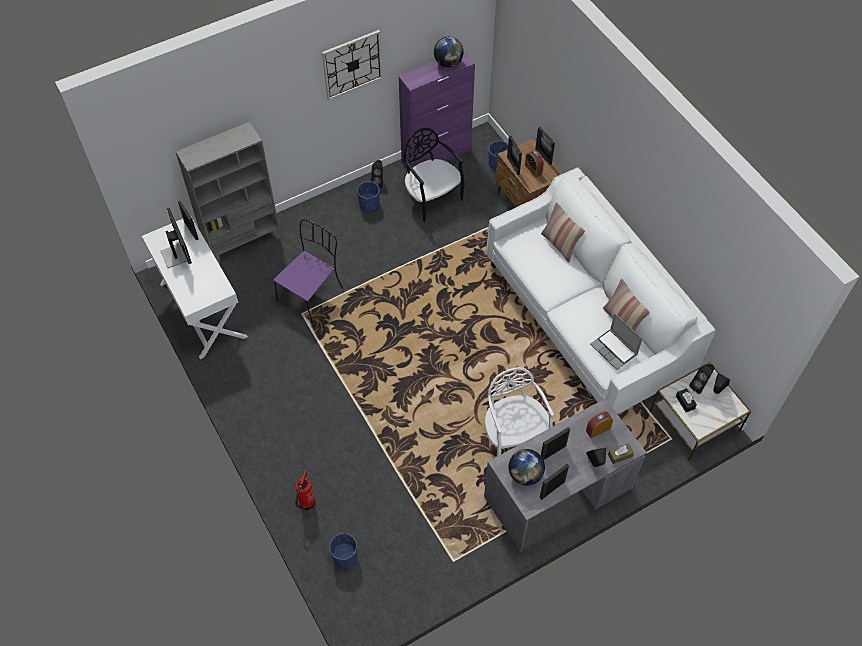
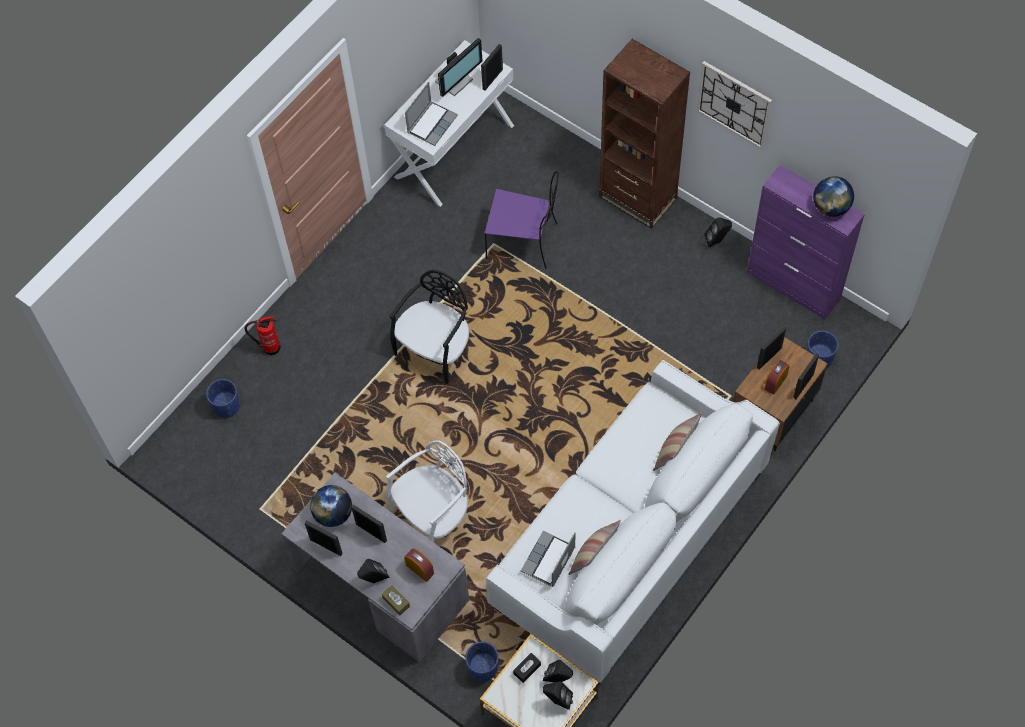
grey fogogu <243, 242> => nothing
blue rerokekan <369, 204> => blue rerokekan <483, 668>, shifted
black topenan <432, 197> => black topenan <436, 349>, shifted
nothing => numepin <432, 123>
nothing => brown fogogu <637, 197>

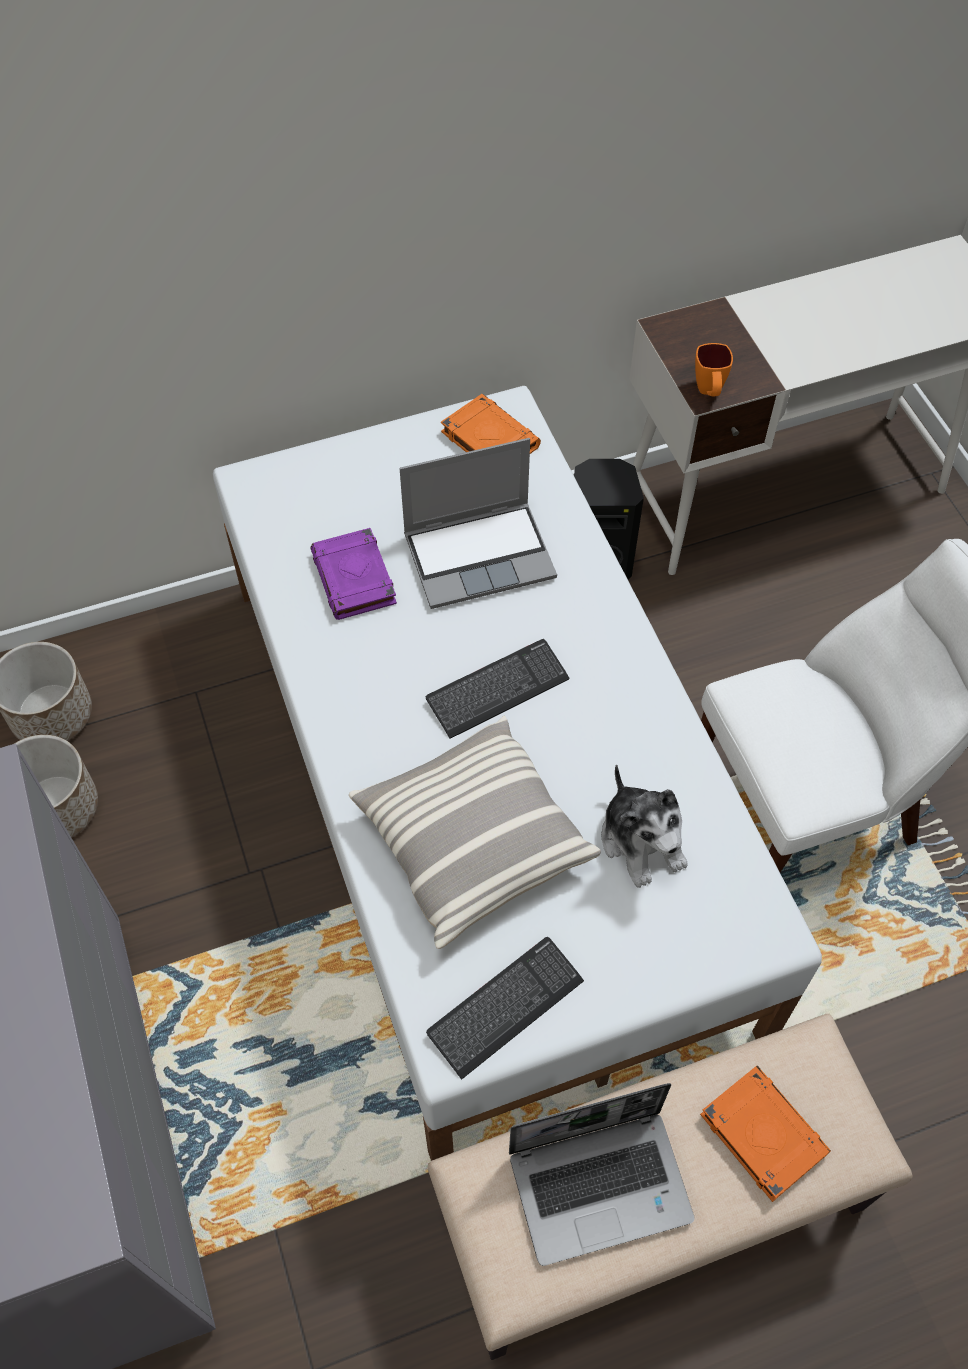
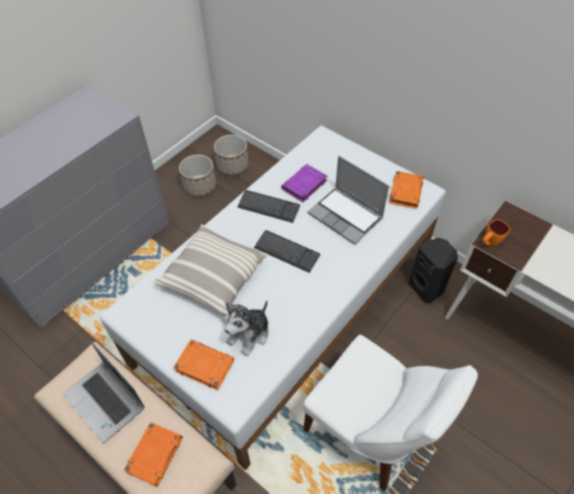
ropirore <505, 1007> => ropirore <268, 207>, shifted
nothing => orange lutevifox <204, 366>

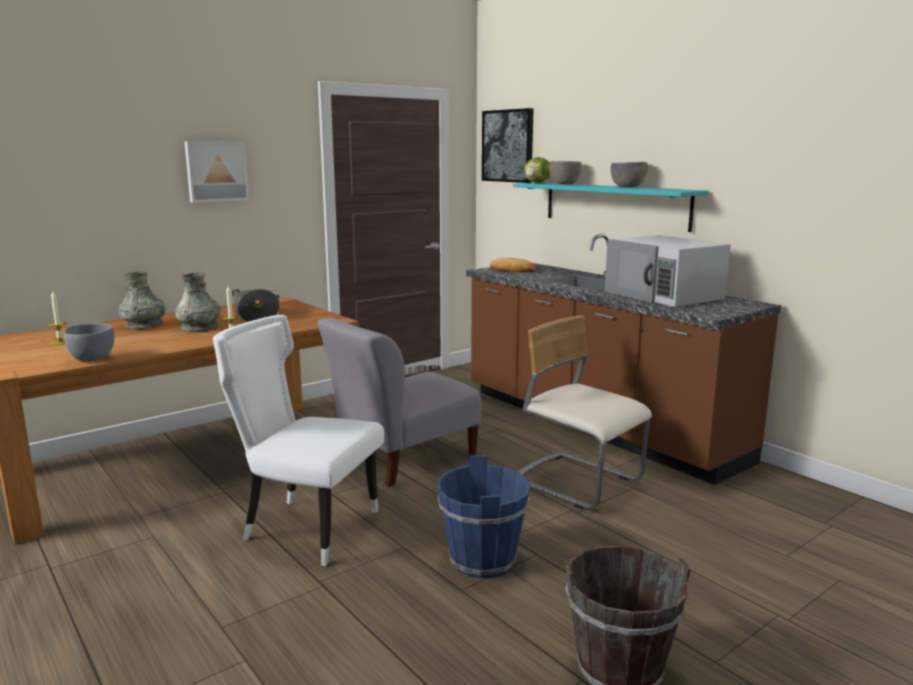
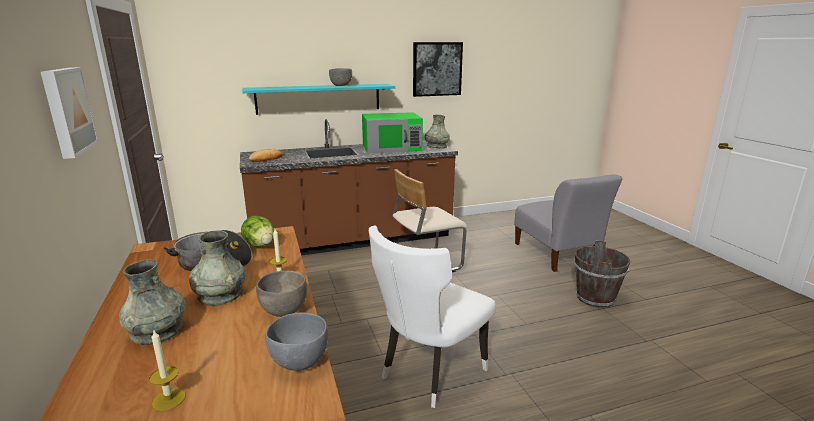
grey topenan <402, 458> => grey topenan <557, 255>, shifted
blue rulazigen <482, 560> => nothing
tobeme <508, 146> => tobeme <437, 69>, shifted
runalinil <536, 183> => runalinil <260, 245>, shifted
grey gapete <564, 184> => grey gapete <284, 311>, shifted
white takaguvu <664, 295> => green takaguvu <392, 147>
nothing => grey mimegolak <436, 146>

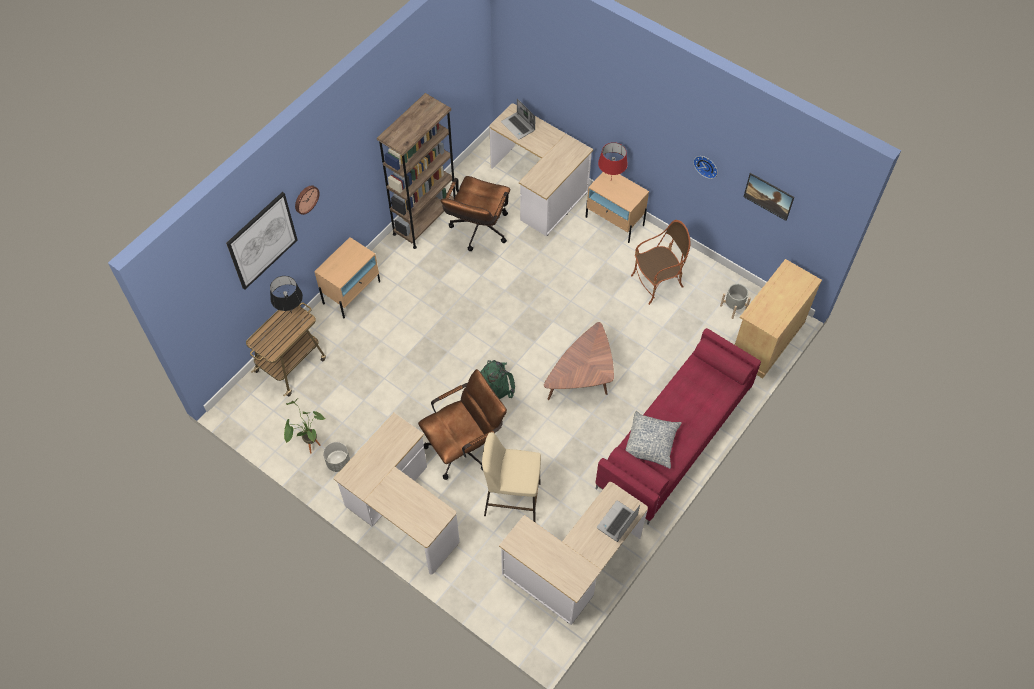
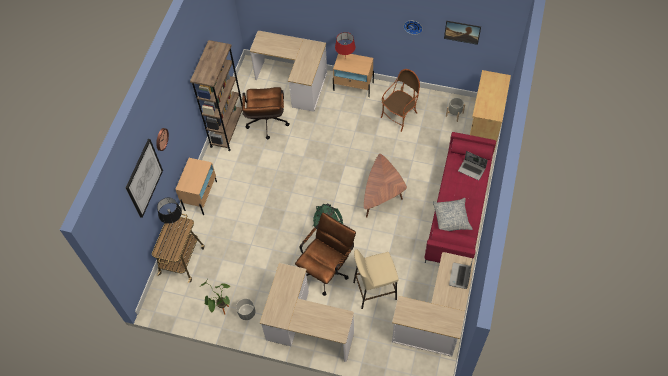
numepin <518, 126> => numepin <472, 170>, shifted

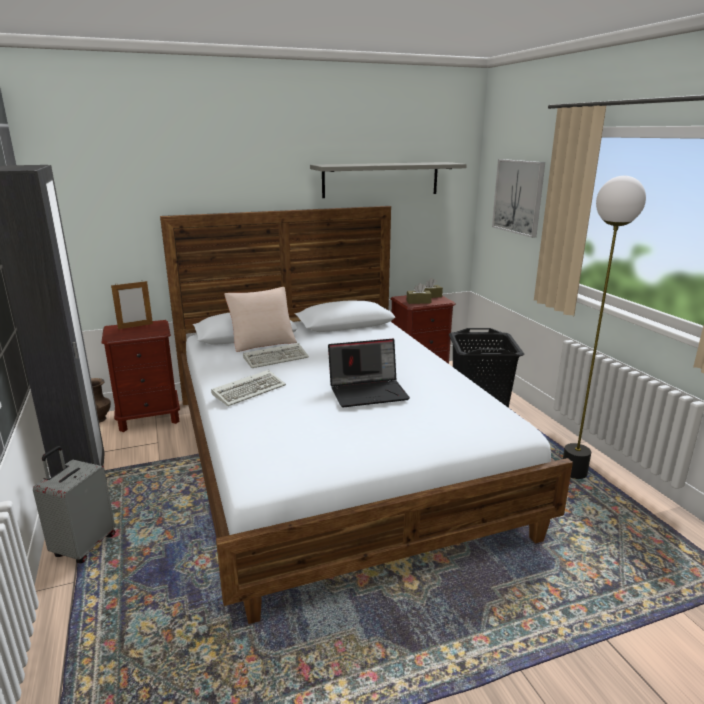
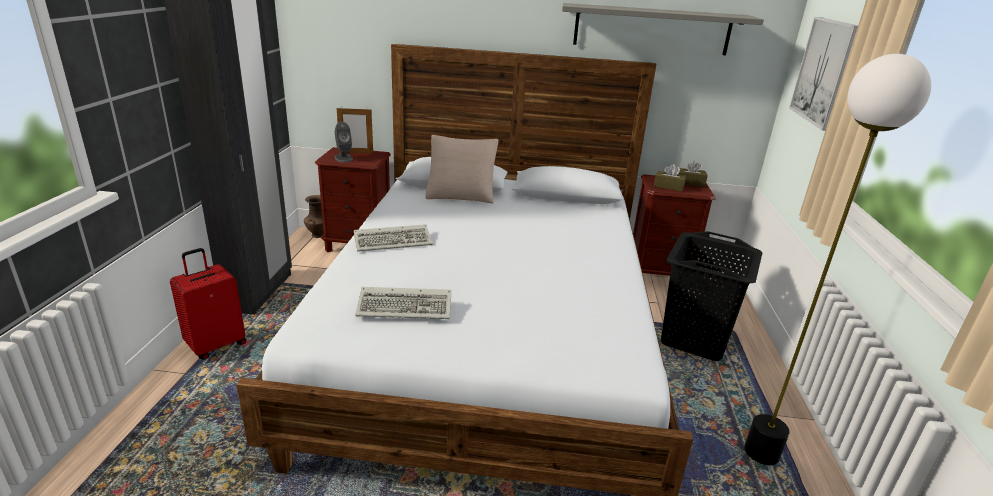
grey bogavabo <83, 546> => red bogavabo <216, 345>
ropirore <277, 358> => ropirore <407, 307>, shifted
numepin <369, 392> => nothing
nothing => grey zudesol <343, 158>

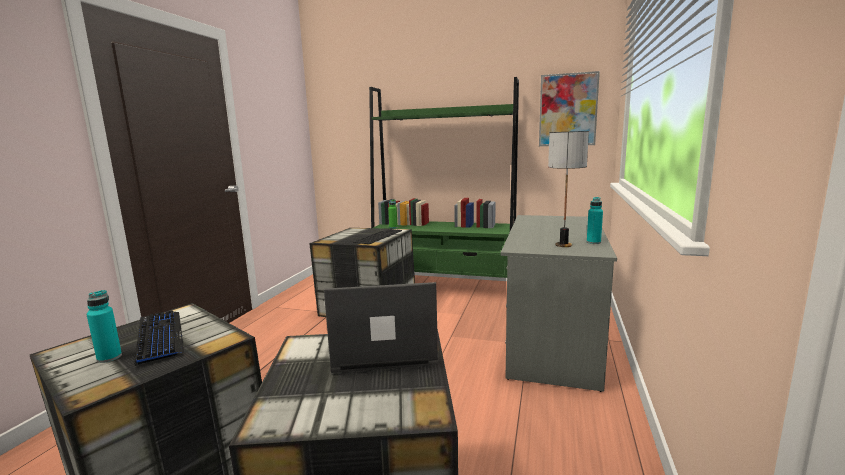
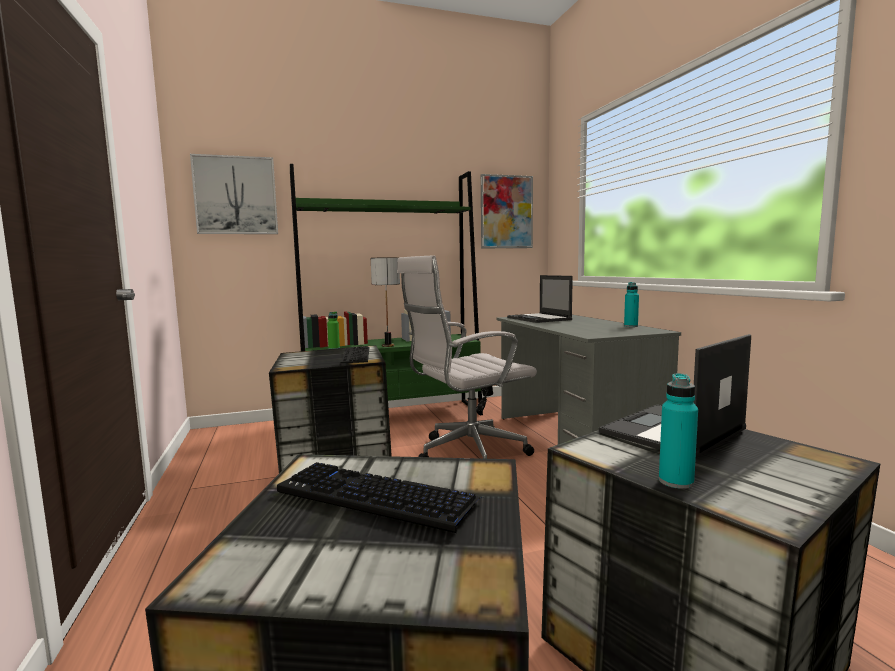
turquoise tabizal <109, 357> => turquoise tabizal <676, 482>, shifted
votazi <563, 245> => votazi <387, 346>, shifted
nothing => tobeme <236, 195>
nothing => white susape <466, 454>
nothing => numepin <539, 319>

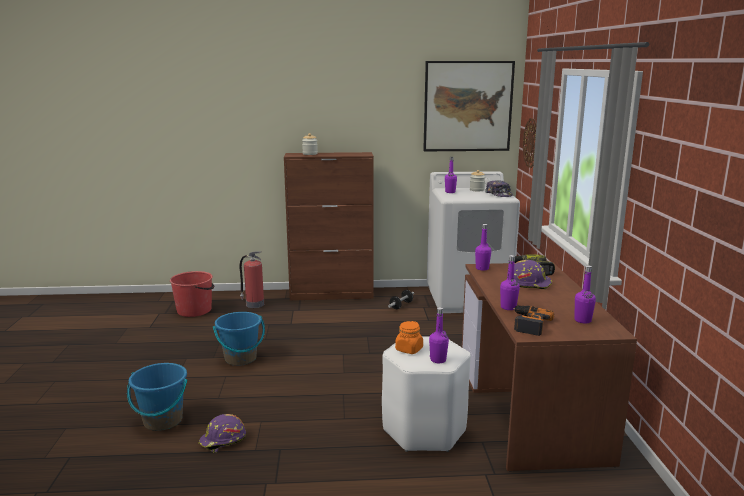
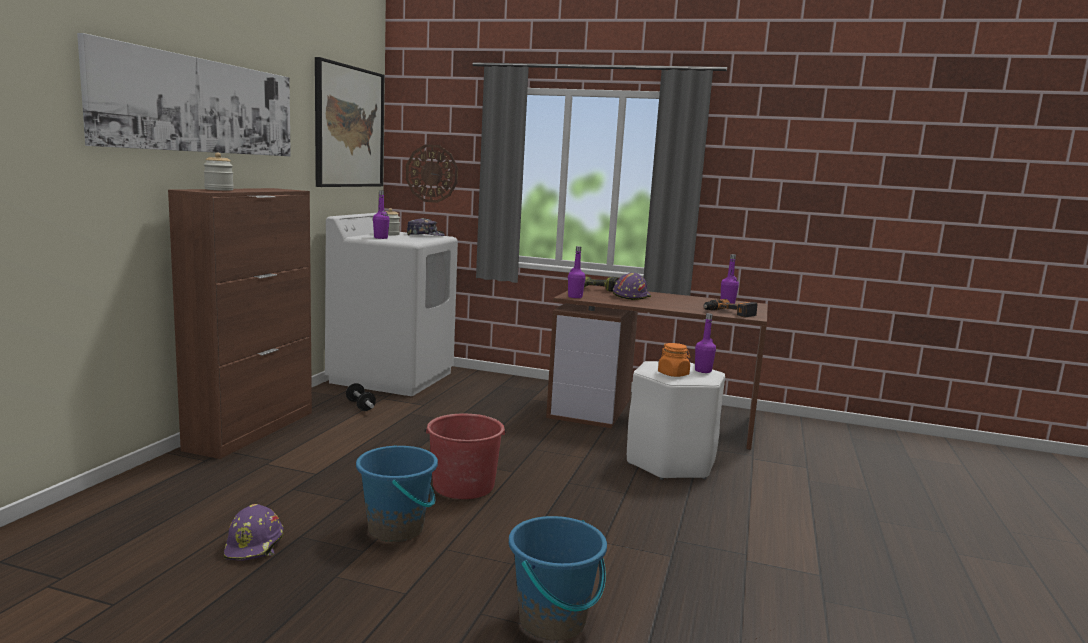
red rulazigen <195, 310> => red rulazigen <463, 486>, shifted
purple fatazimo <223, 441> => purple fatazimo <255, 545>, shifted
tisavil <254, 304> => nothing
purple tabizal <508, 307> => nothing
nothing => tobeme <200, 106>

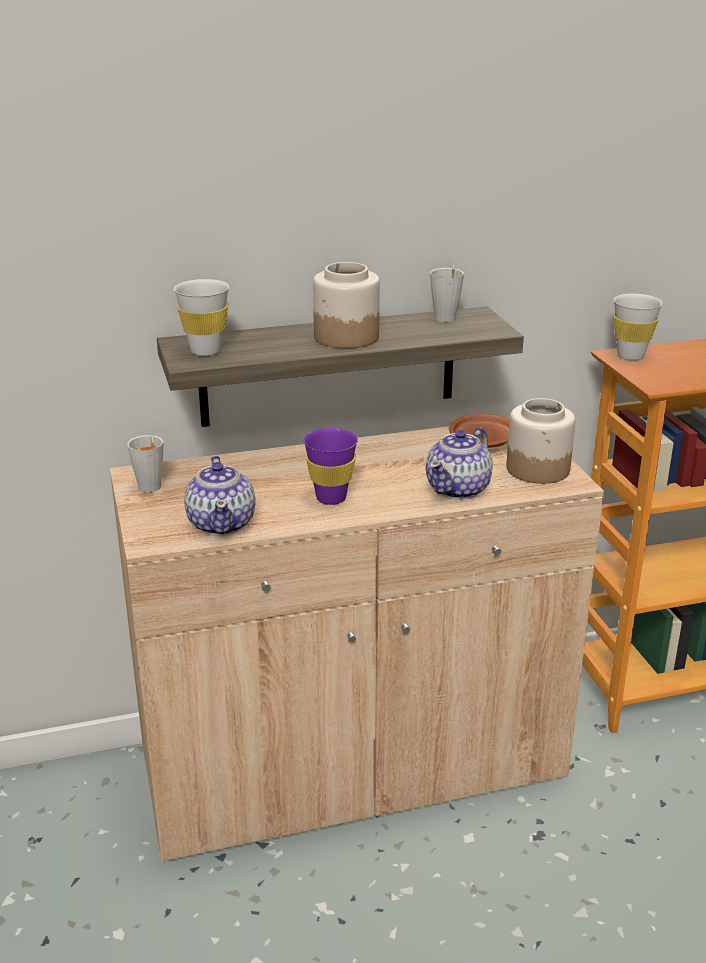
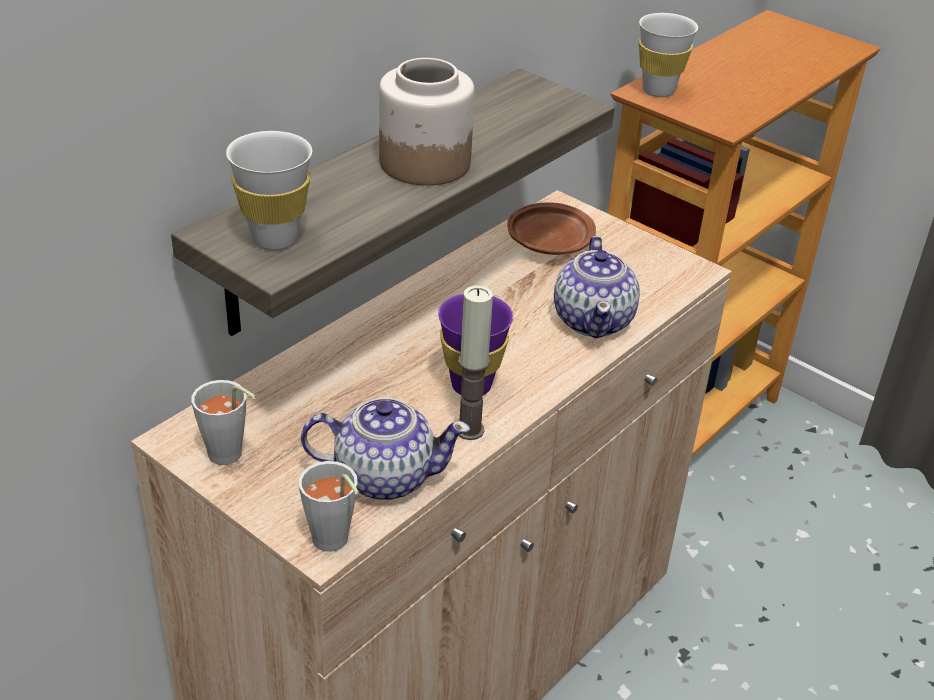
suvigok <222, 523> => suvigok <383, 476>, 45 degrees counterclockwise
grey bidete <445, 320> => grey bidete <333, 544>, shifted
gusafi <538, 469> => nothing
nothing => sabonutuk <470, 430>

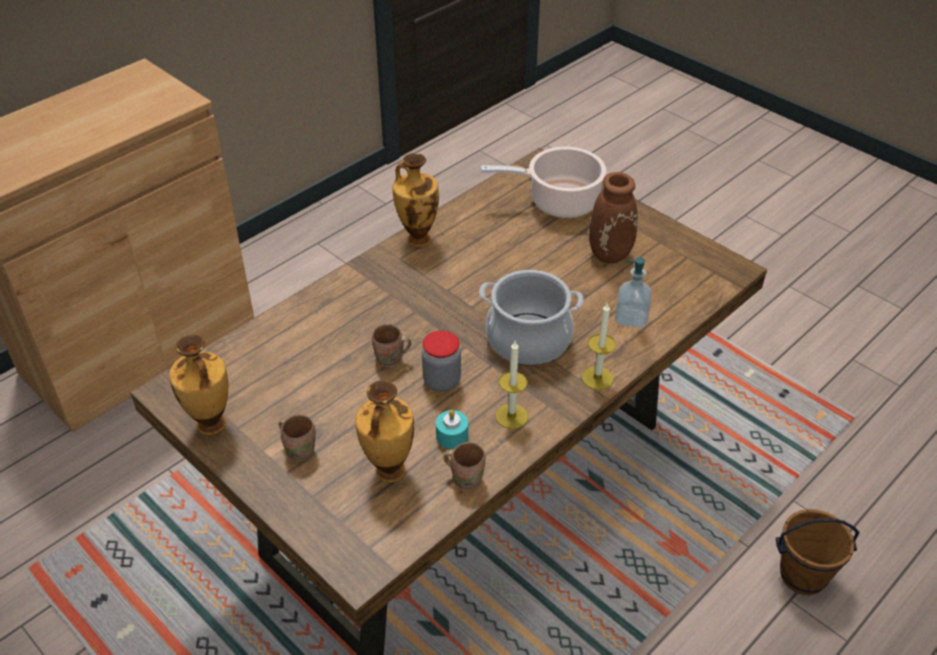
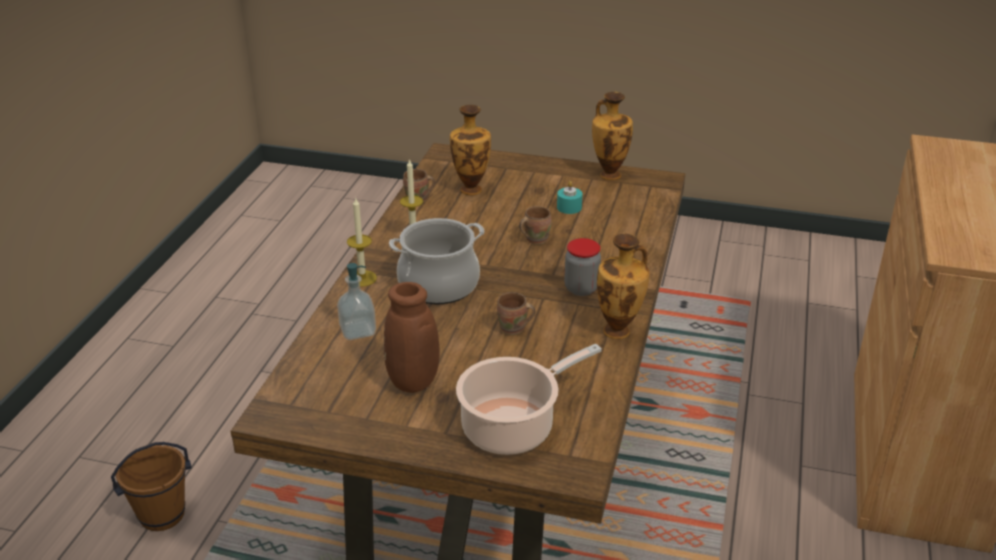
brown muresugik <300, 449> => brown muresugik <514, 329>, shifted
gusafi <442, 381> => gusafi <581, 288>, shifted
turquoise sabonutuk <452, 436> => turquoise sabonutuk <569, 207>, shifted

